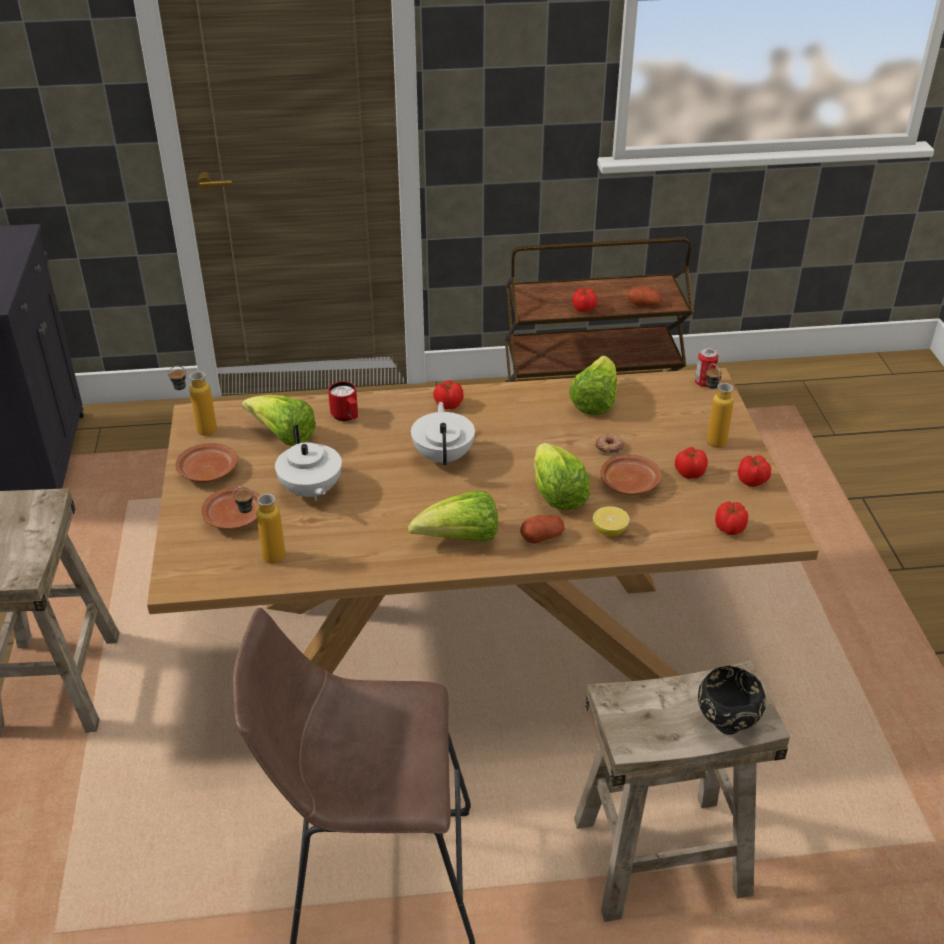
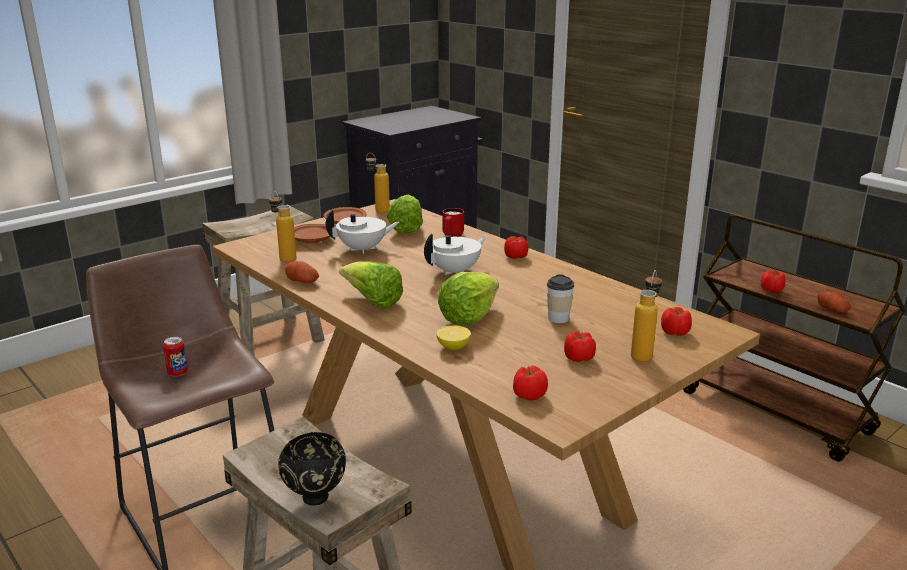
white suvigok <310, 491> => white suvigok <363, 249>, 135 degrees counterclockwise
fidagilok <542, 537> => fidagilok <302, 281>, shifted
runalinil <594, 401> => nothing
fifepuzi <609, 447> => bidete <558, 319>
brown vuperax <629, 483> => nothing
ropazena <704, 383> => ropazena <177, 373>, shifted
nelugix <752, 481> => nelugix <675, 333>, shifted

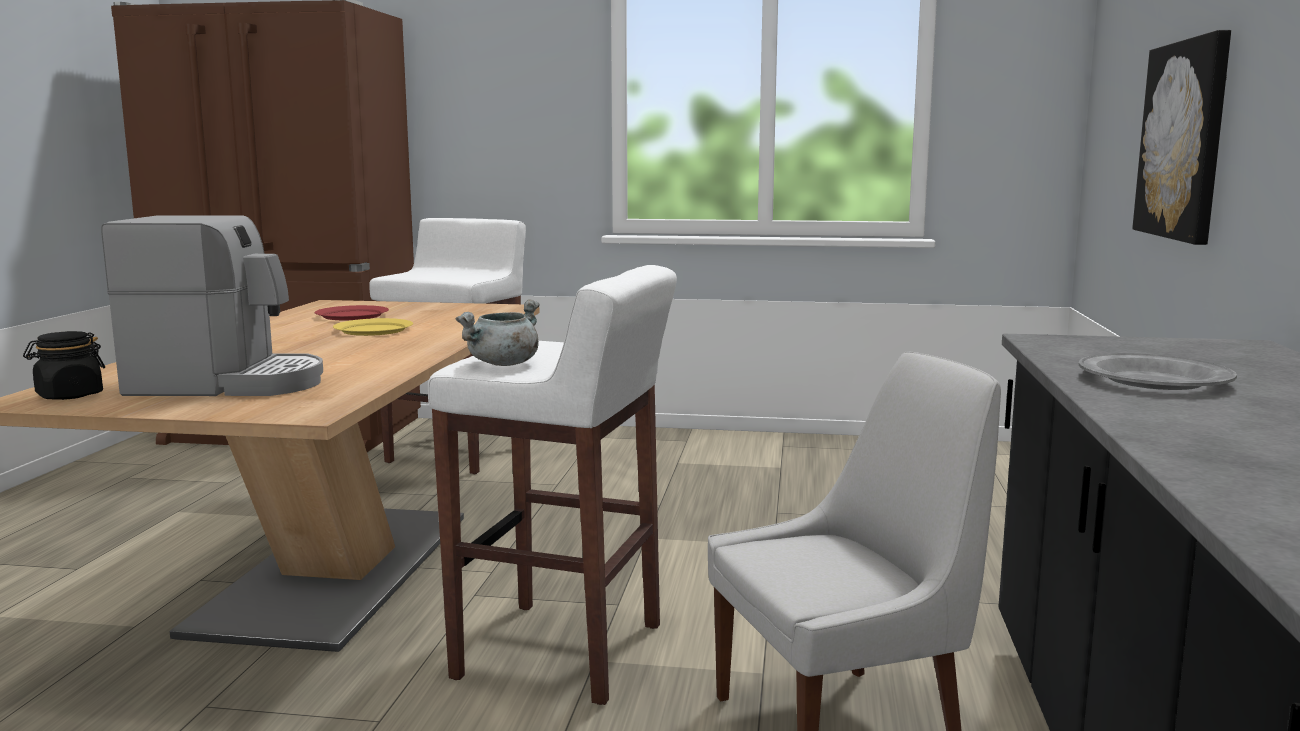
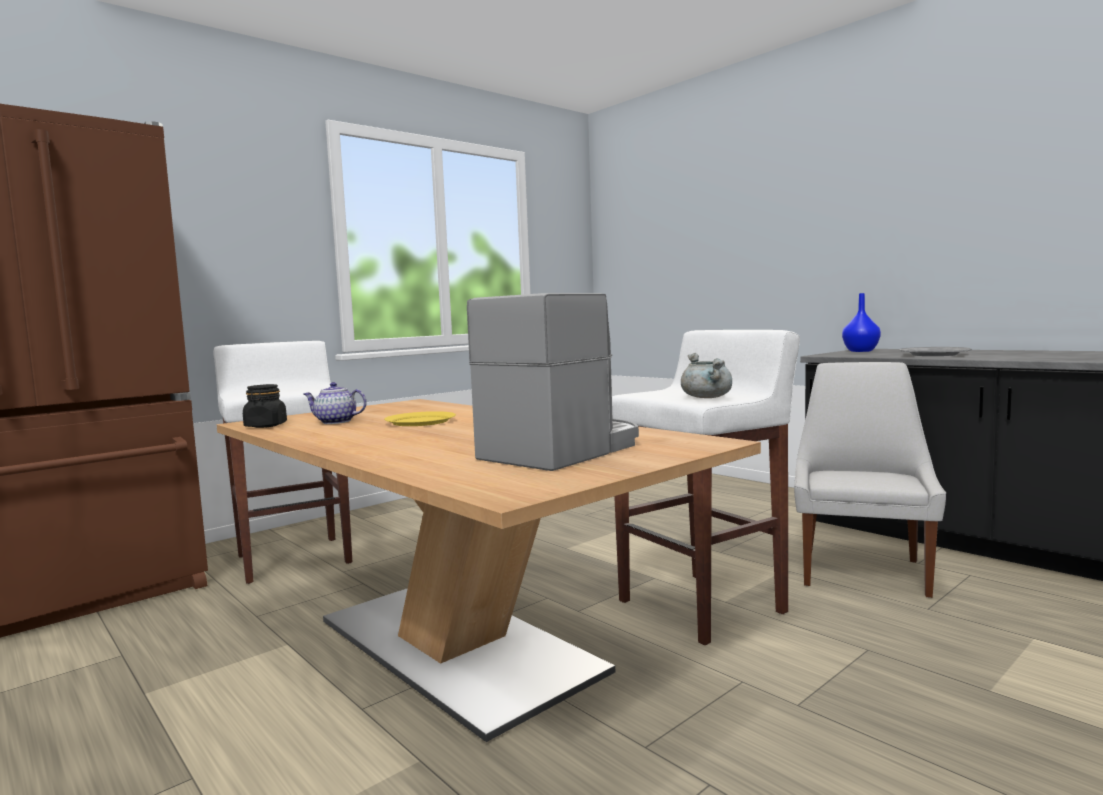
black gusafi <69, 396> => black gusafi <266, 426>, shifted
red vuperax <351, 316> => suvigok <335, 422>
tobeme <1184, 140> => nothing
nothing => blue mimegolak <860, 351>

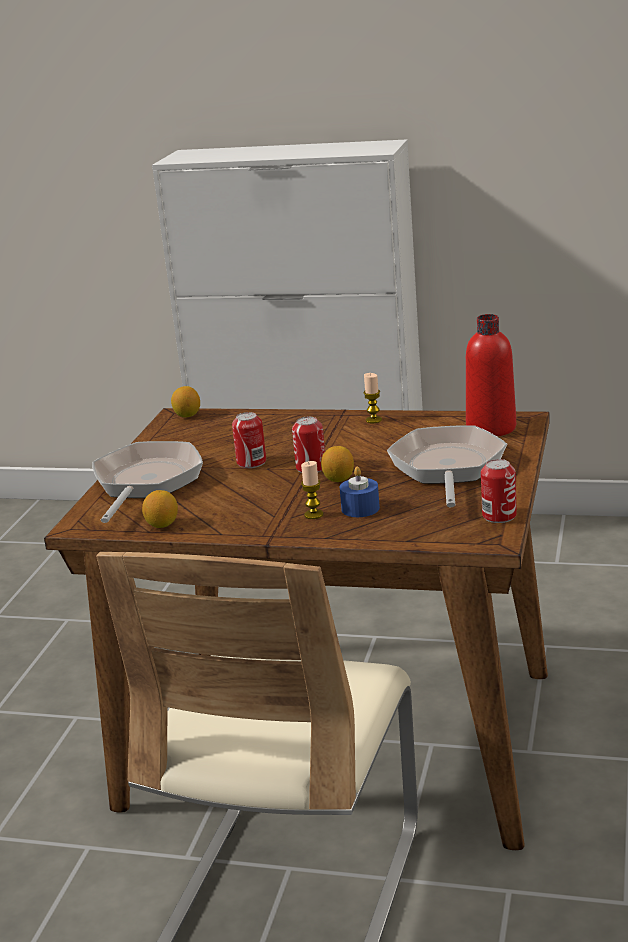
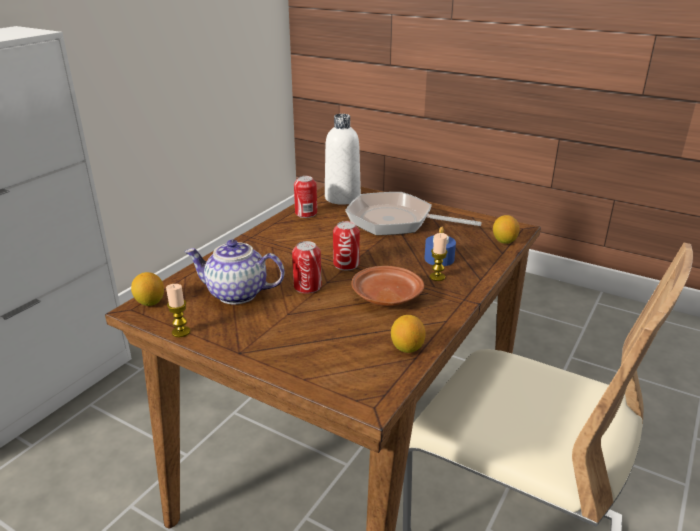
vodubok <145, 483> => nothing
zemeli <338, 479> => zemeli <504, 241>, shifted
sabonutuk <373, 420> => sabonutuk <181, 332>, shifted
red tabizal <491, 428> => white tabizal <342, 198>
ropazena <499, 516> => ropazena <306, 213>, shifted
nothing => suvigok <236, 294>
nothing => brown vuperax <386, 296>

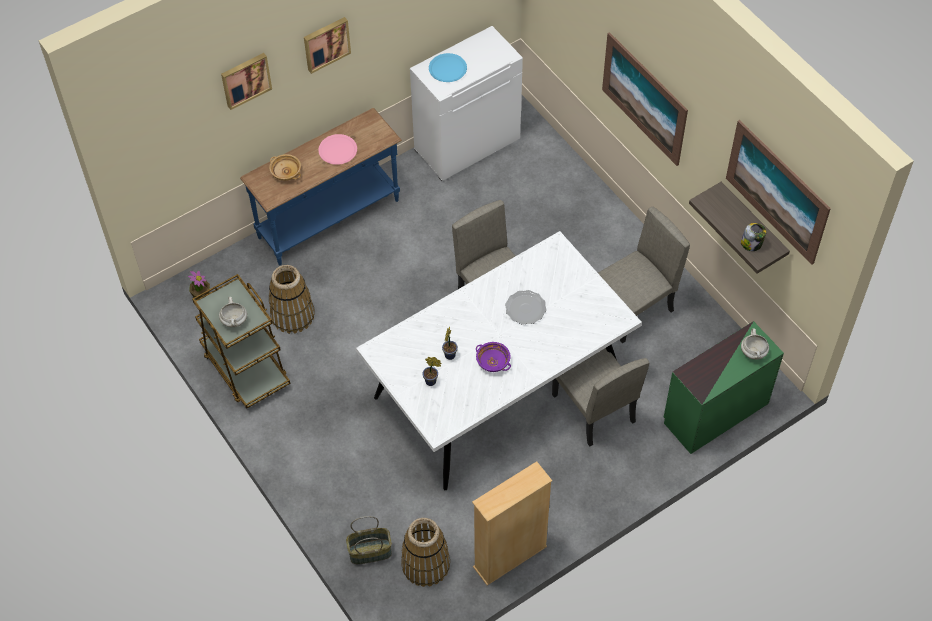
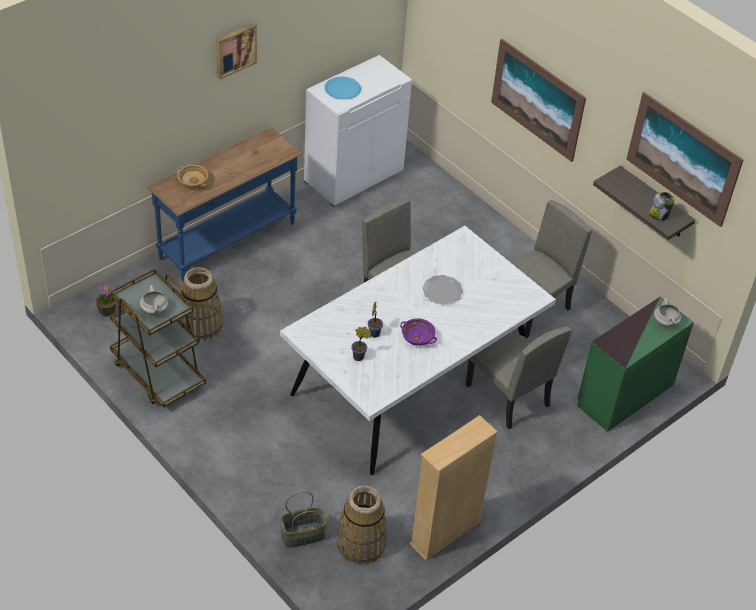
tobeme <245, 79> => nothing
pink vuperax <338, 150> => nothing

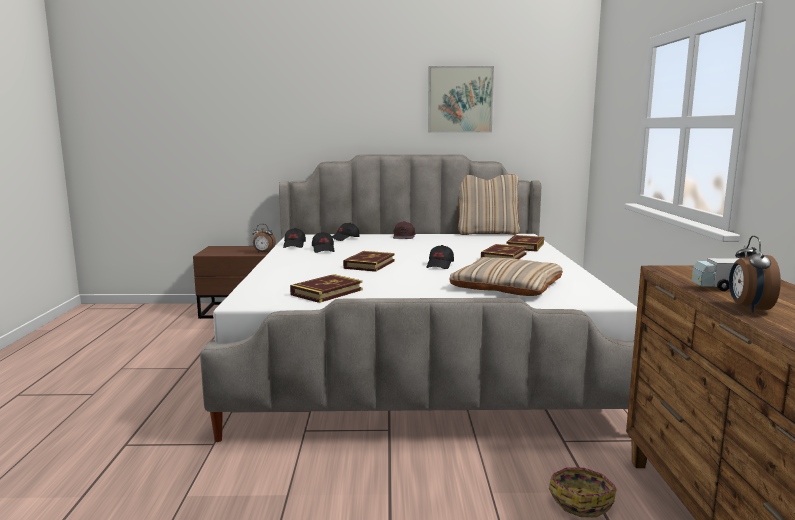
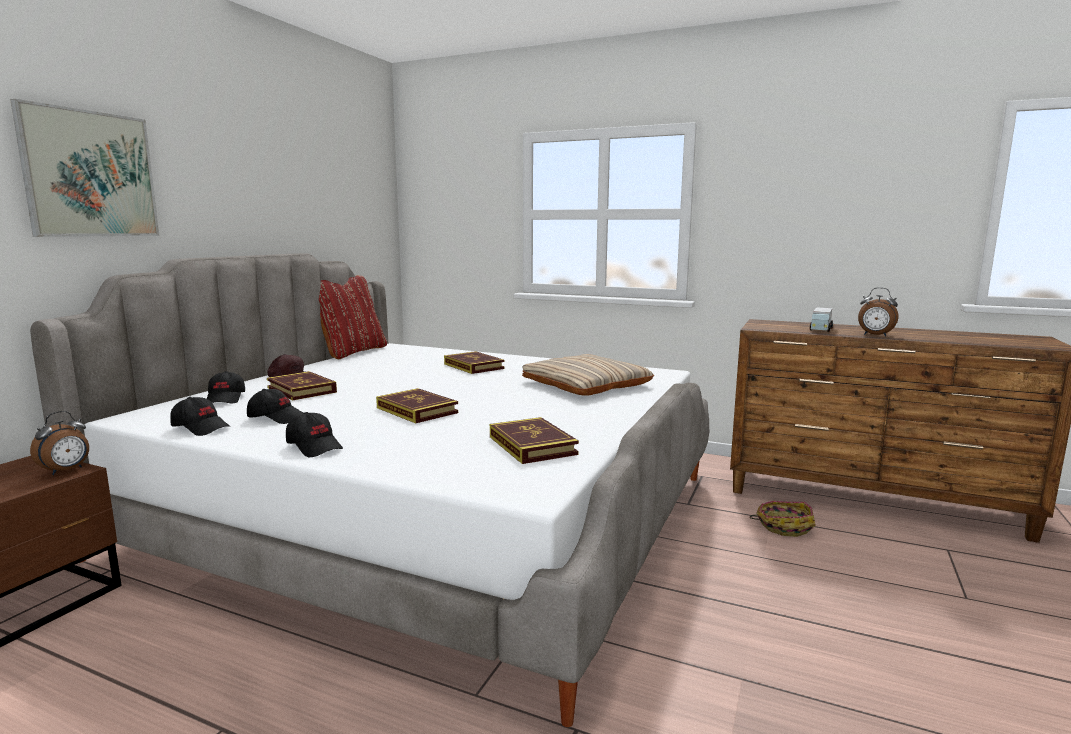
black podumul <440, 265> => black podumul <315, 447>, shifted
tobeme <460, 99> => tobeme <90, 174>, shifted
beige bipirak <487, 233> => red bipirak <351, 352>
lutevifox <525, 246> => lutevifox <301, 390>, shifted

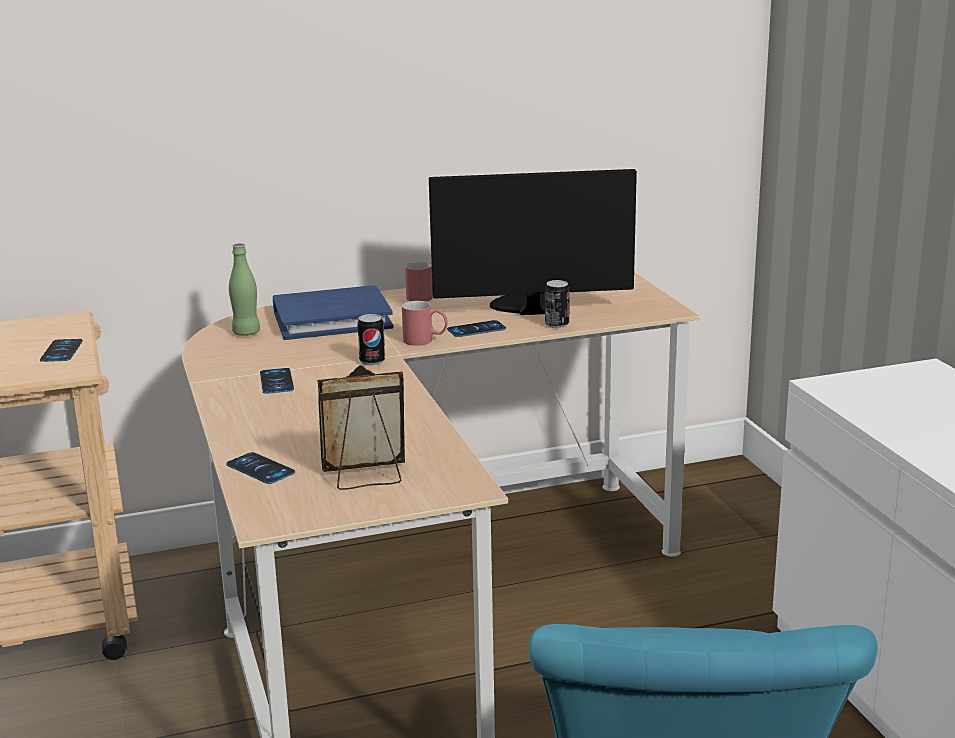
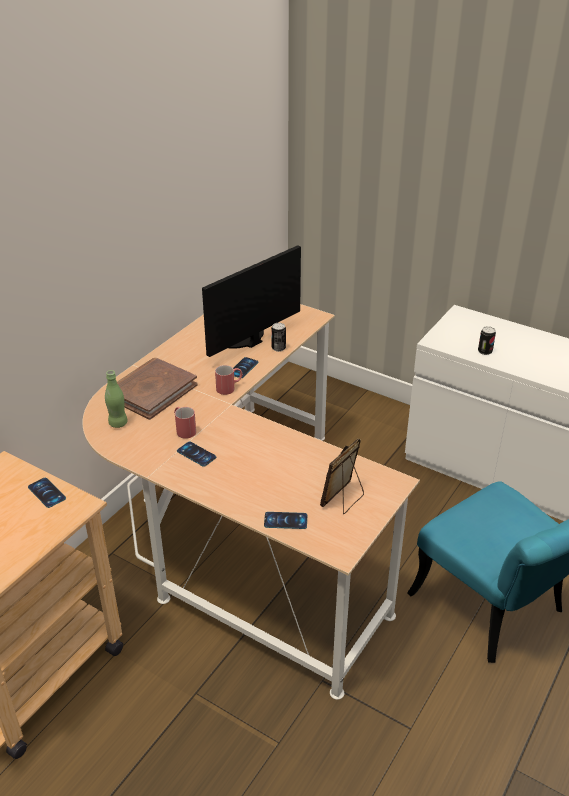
blue lutevifox <332, 319> => brown lutevifox <152, 391>
ropazena <372, 361> => ropazena <485, 351>, shifted
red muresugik <420, 296> => red muresugik <184, 429>, shifted

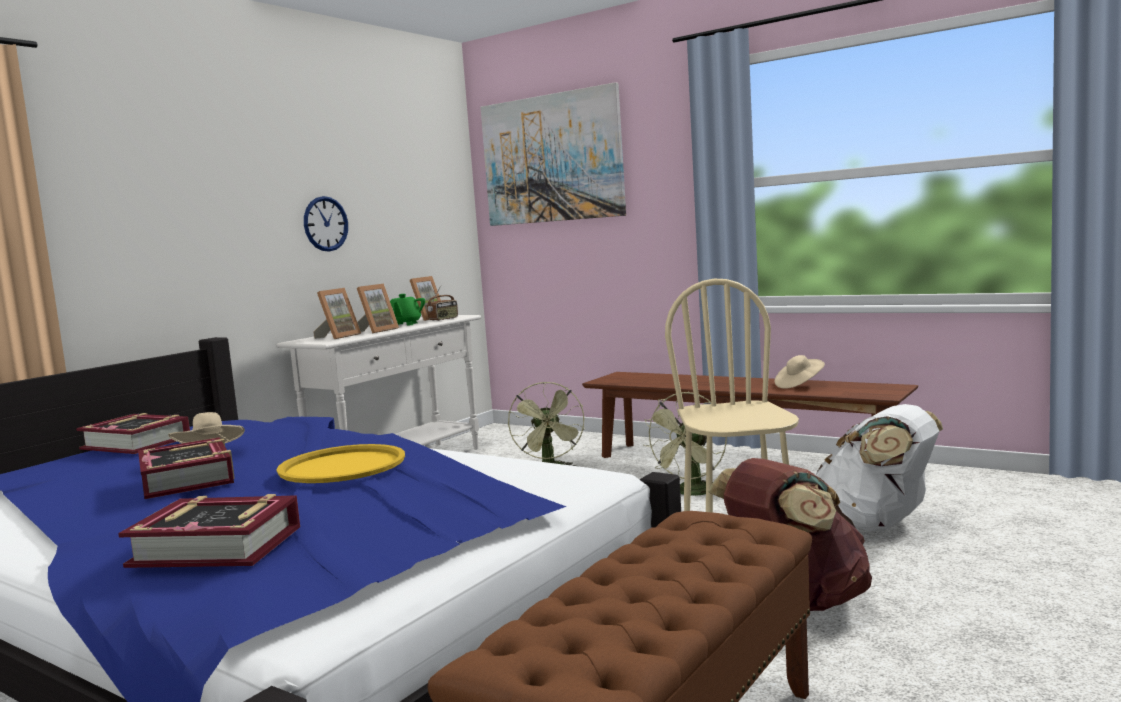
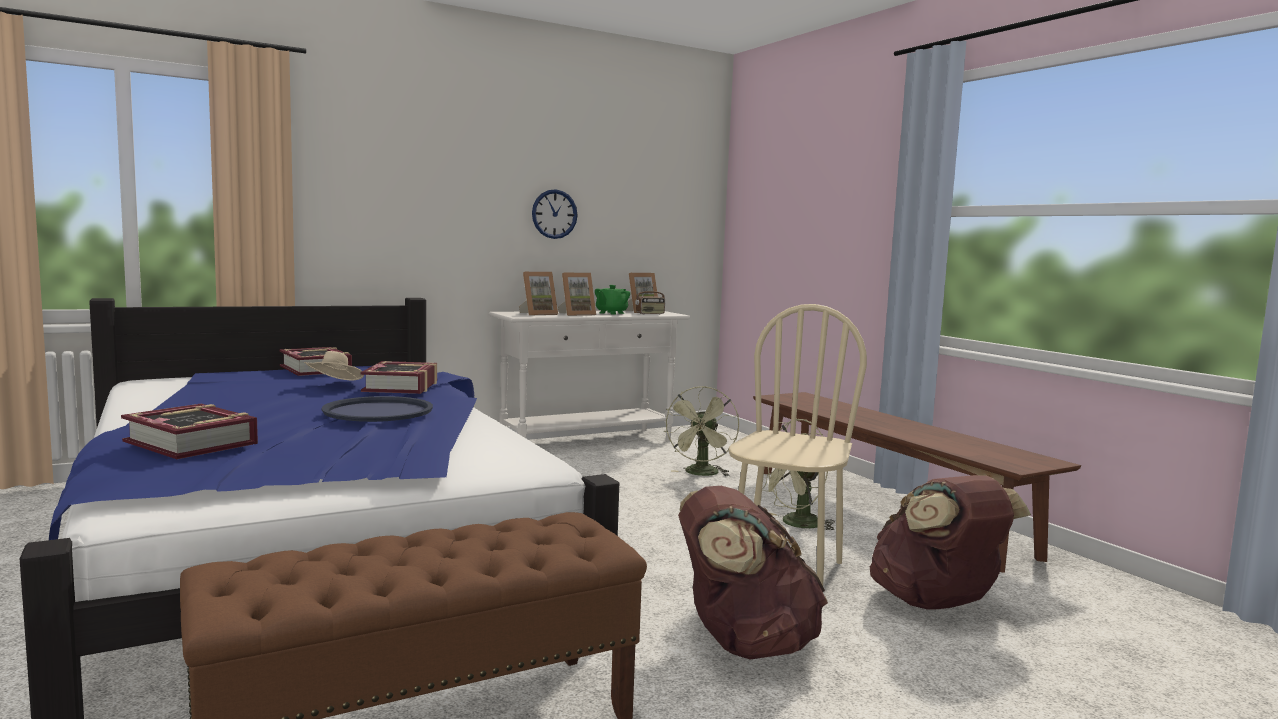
lutevifox <188, 479> => lutevifox <401, 386>, shifted
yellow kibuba <342, 466> => blue kibuba <378, 411>
tobeme <552, 158> => nothing
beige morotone <799, 385> => nothing
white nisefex <878, 525> => brown nisefex <936, 603>

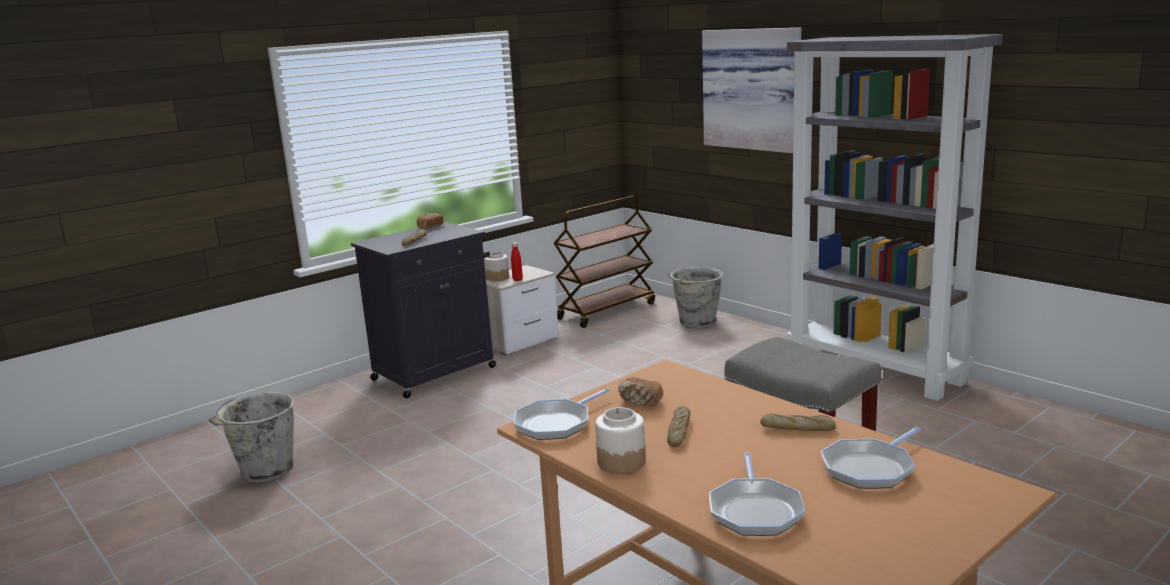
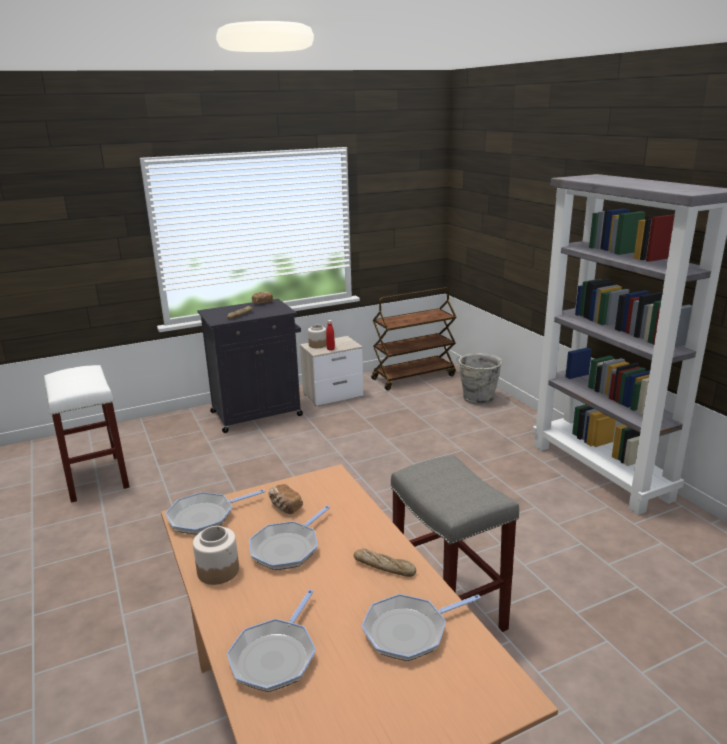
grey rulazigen <265, 471> => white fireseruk <97, 478>
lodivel <679, 432> => vodubok <287, 548>
tobeme <754, 89> => nothing

